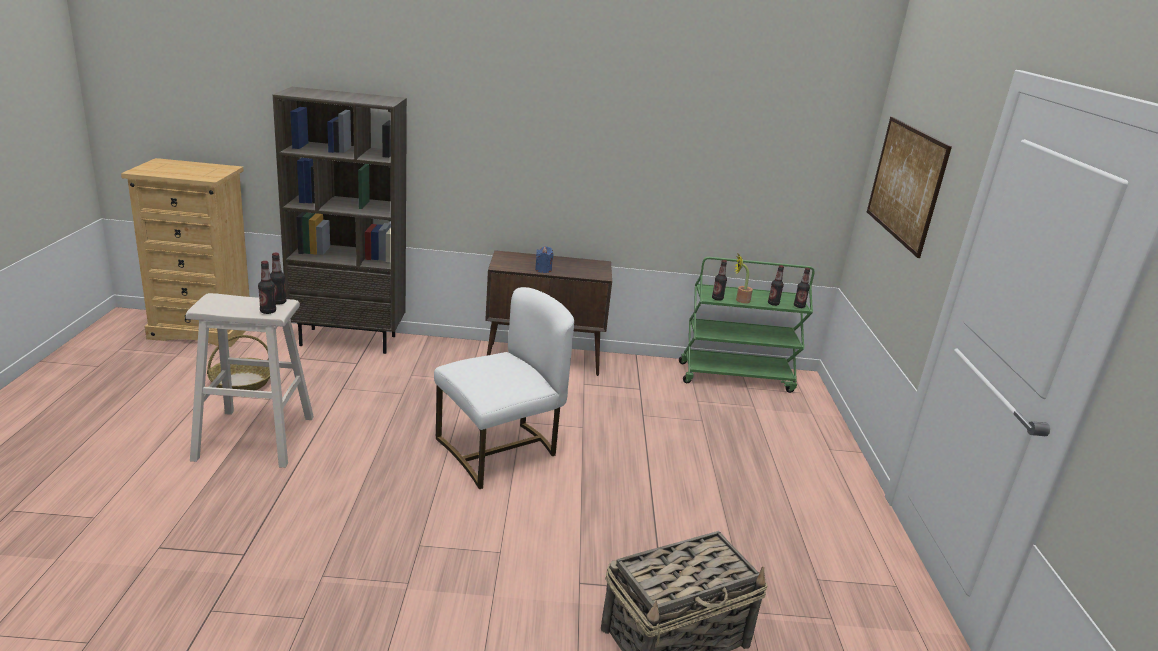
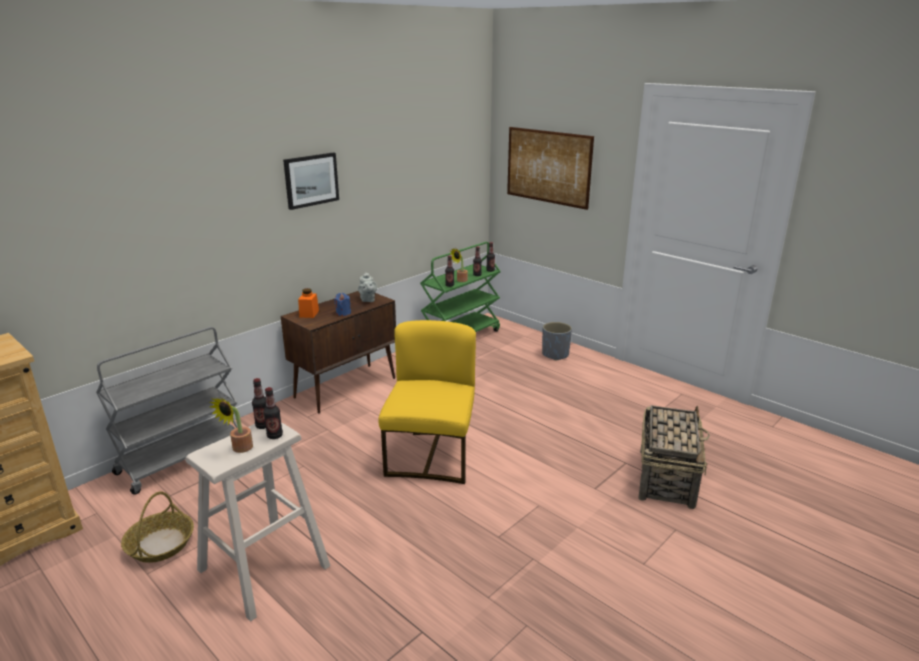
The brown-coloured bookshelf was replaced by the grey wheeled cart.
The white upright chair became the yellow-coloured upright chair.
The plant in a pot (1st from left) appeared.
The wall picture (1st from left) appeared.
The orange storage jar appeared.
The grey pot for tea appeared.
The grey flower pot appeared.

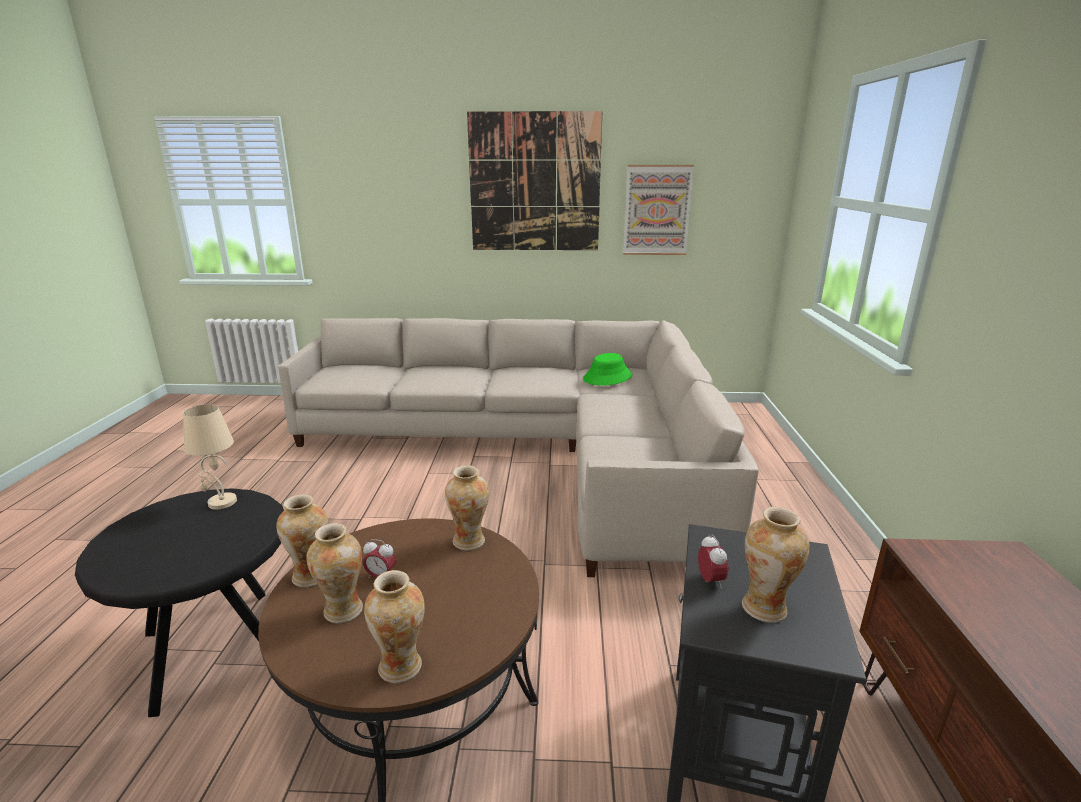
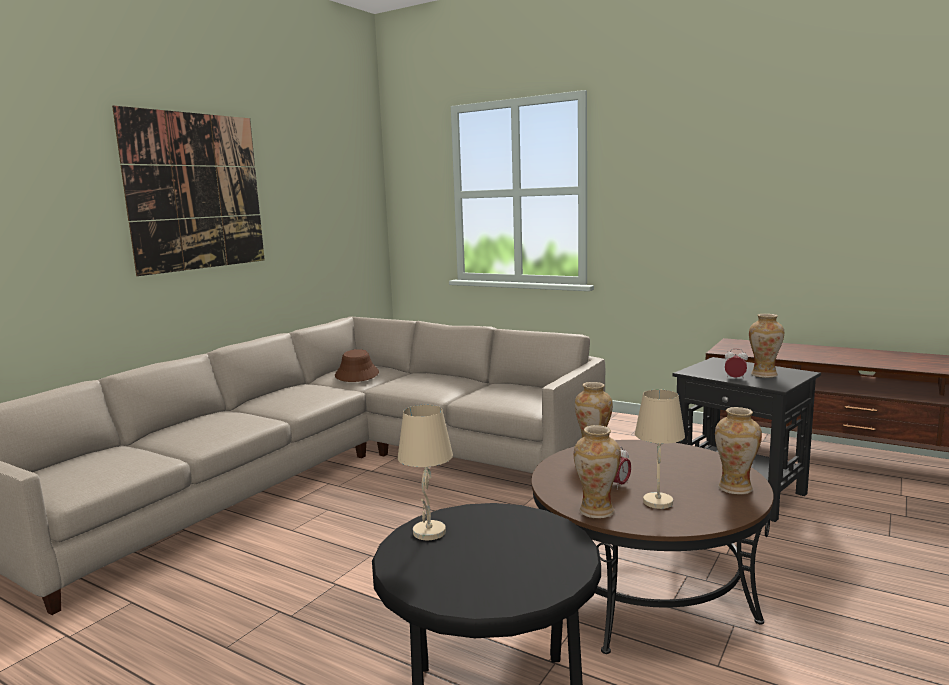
The decorative vase (2nd from left) was replaced by the beige tabletop lamp (2nd from left).
The greenish wearable hat became the brown-coloured wearable hat.
The wall picture (2nd from left) disappeared.

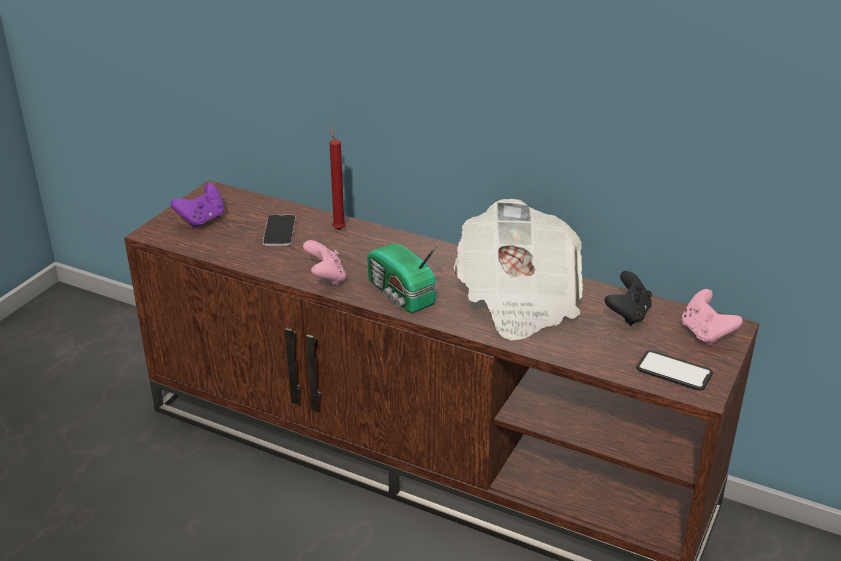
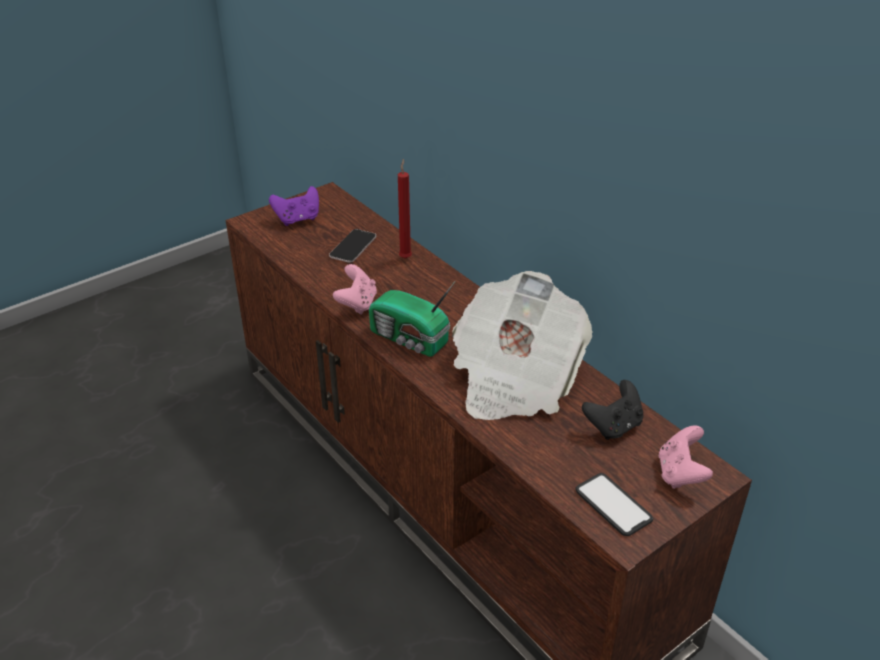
The radio set turned 45 degrees counterclockwise.

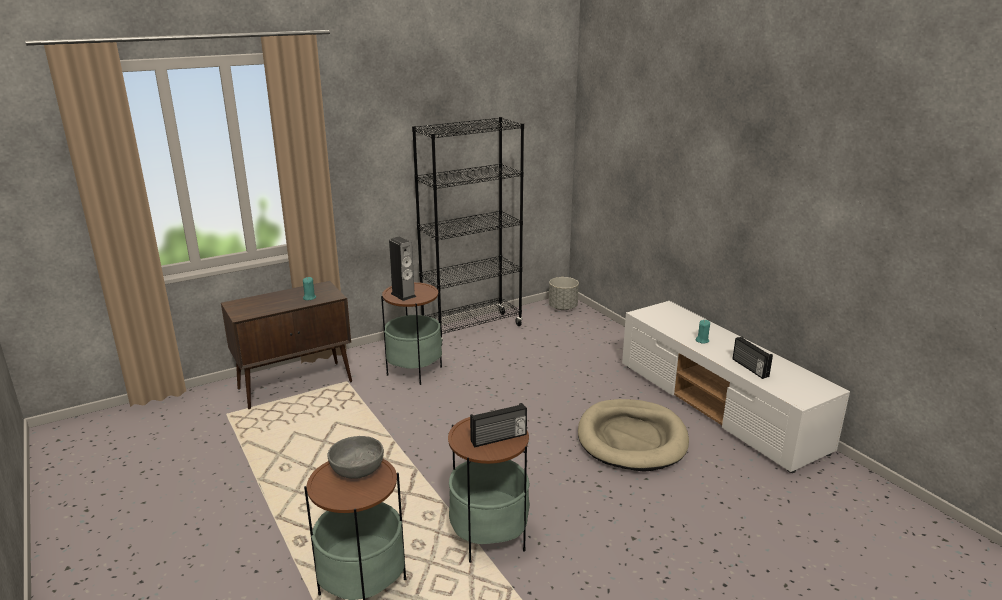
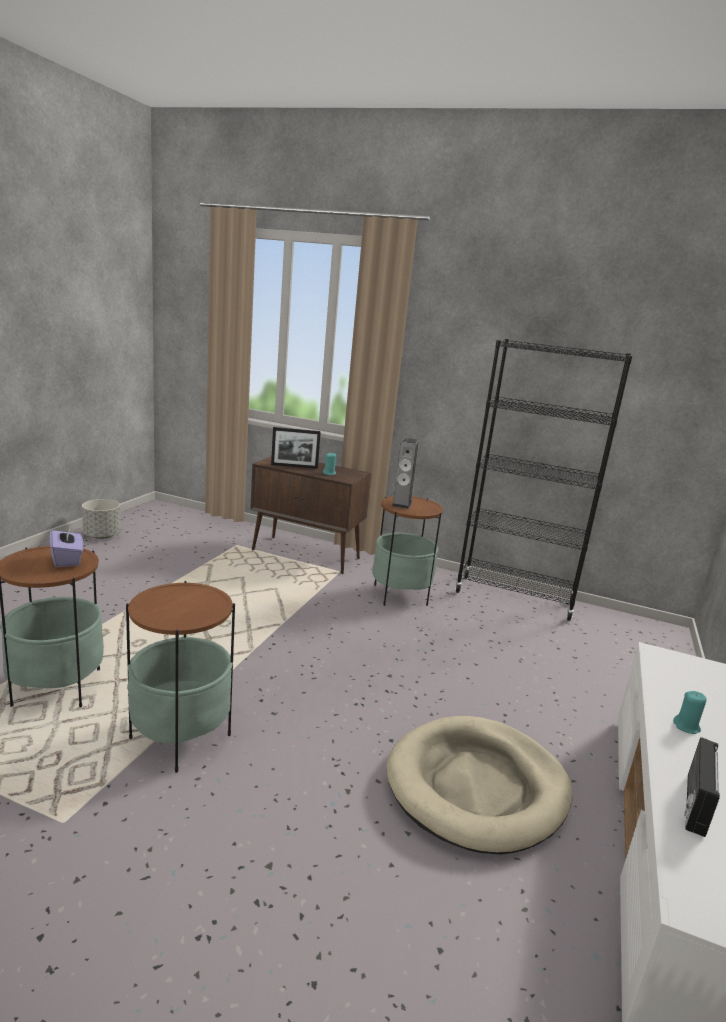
The grey deep dish was replaced by the purple-coloured tissue box.
The radio set (1st from left) disappeared.
The grey flower pot moved.
The picture frame appeared.

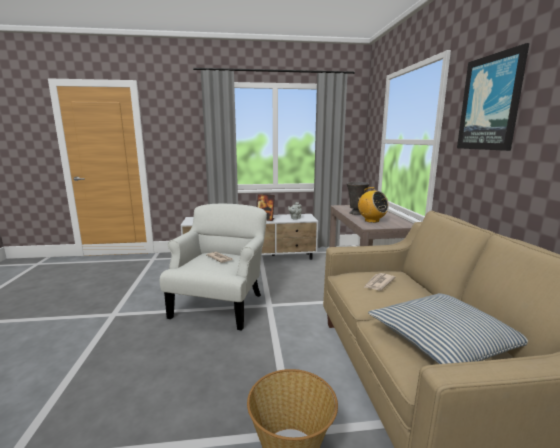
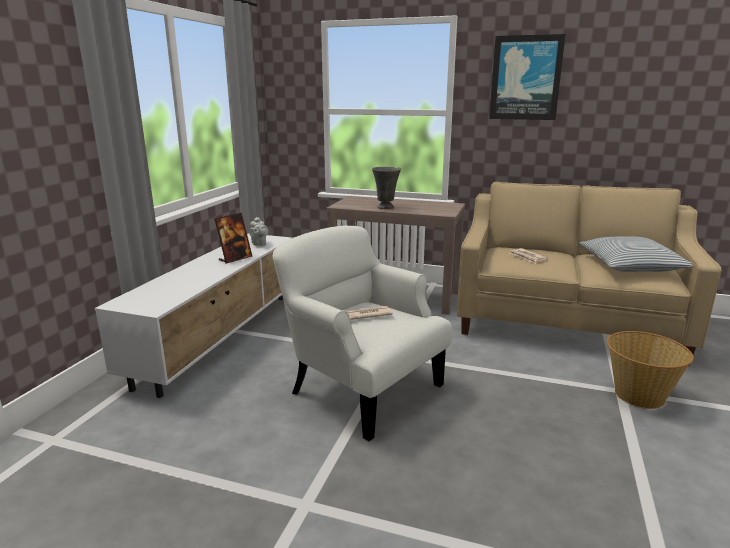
The radio set disappeared.

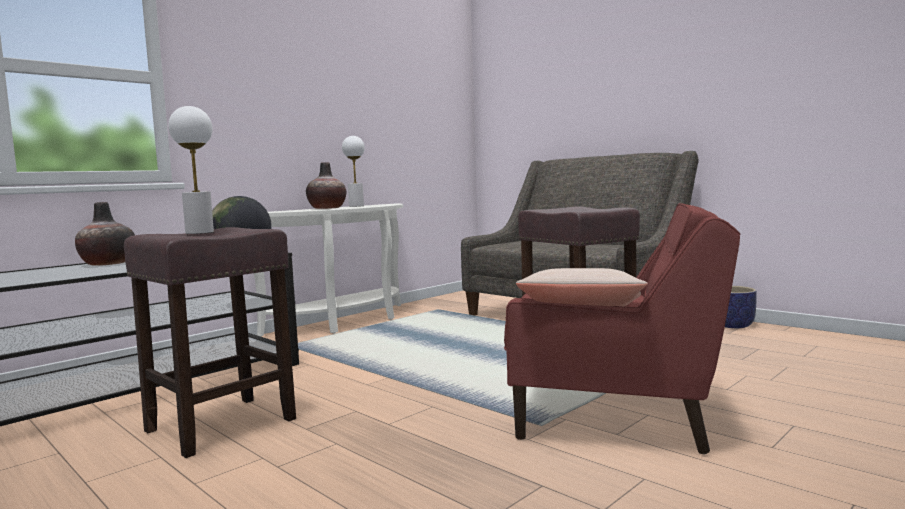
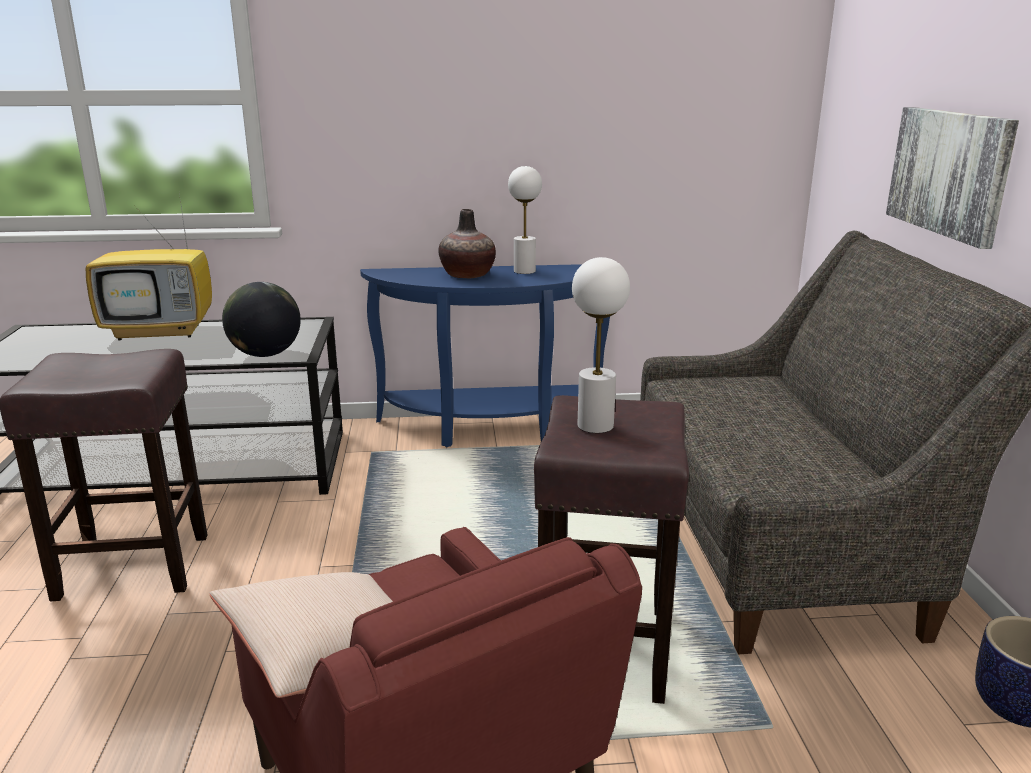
The decorative vase (1st from left) was replaced by the TV.
The white tabletop lamp (1st from left in the first image) moved.
The white console table became the blue-coloured console table.
The wall picture appeared.

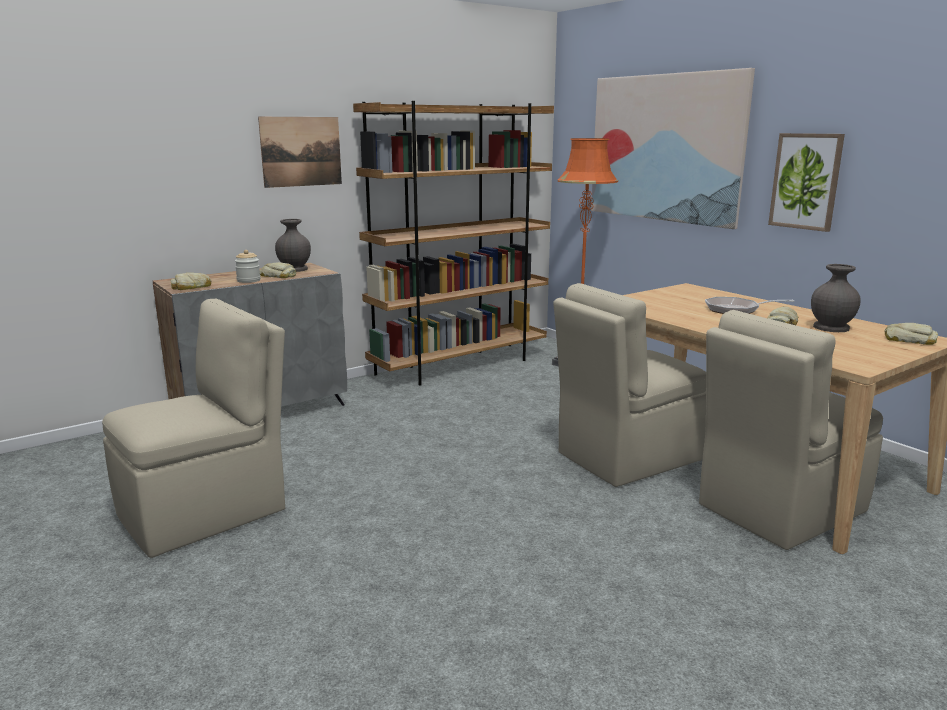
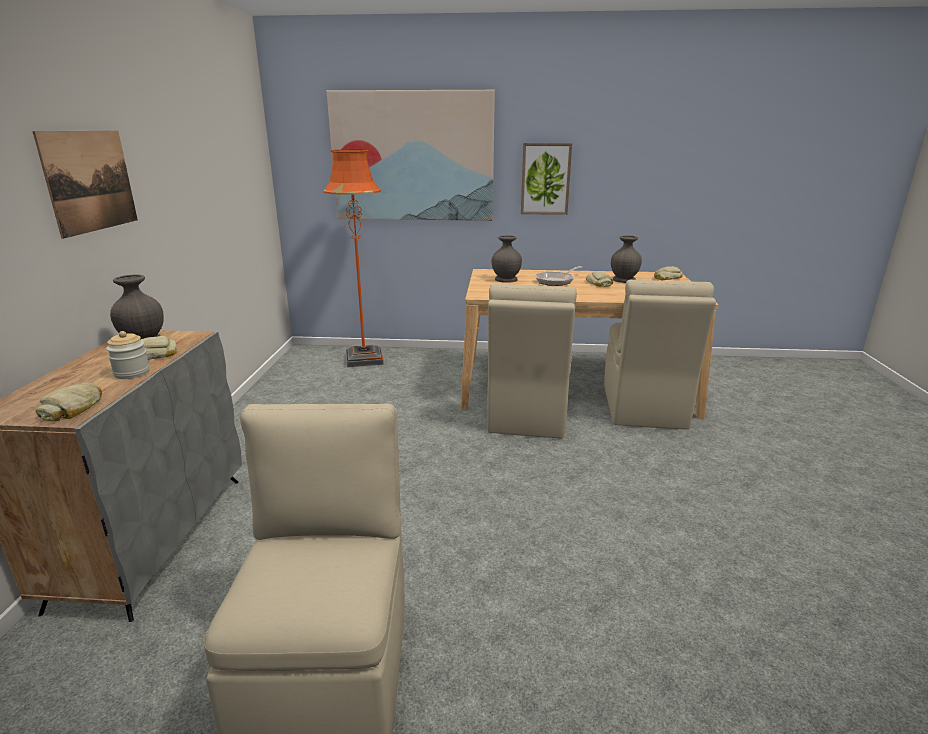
The brown-coloured bookshelf disappeared.
The grey decorative vase (2nd from left) appeared.

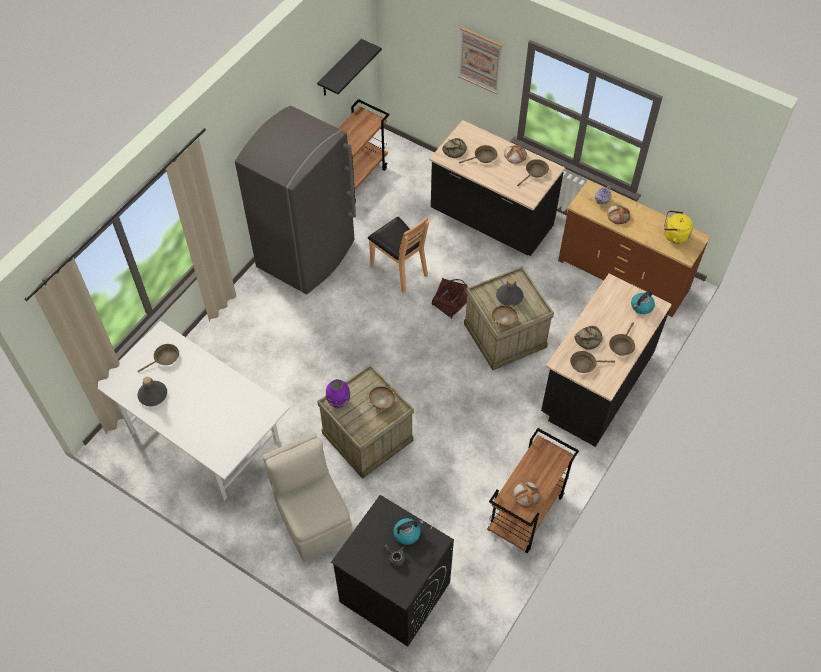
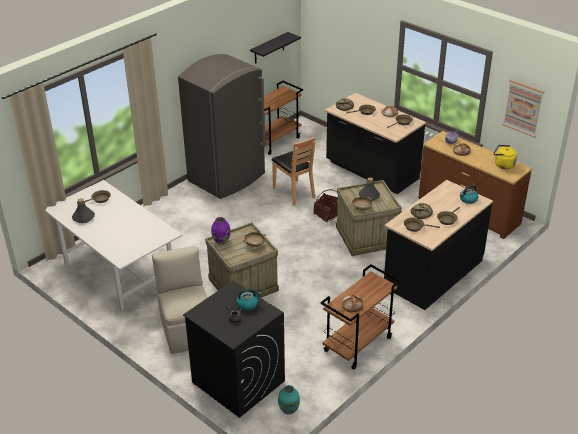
The wall picture moved.
The turquoise-coloured decorative vase appeared.

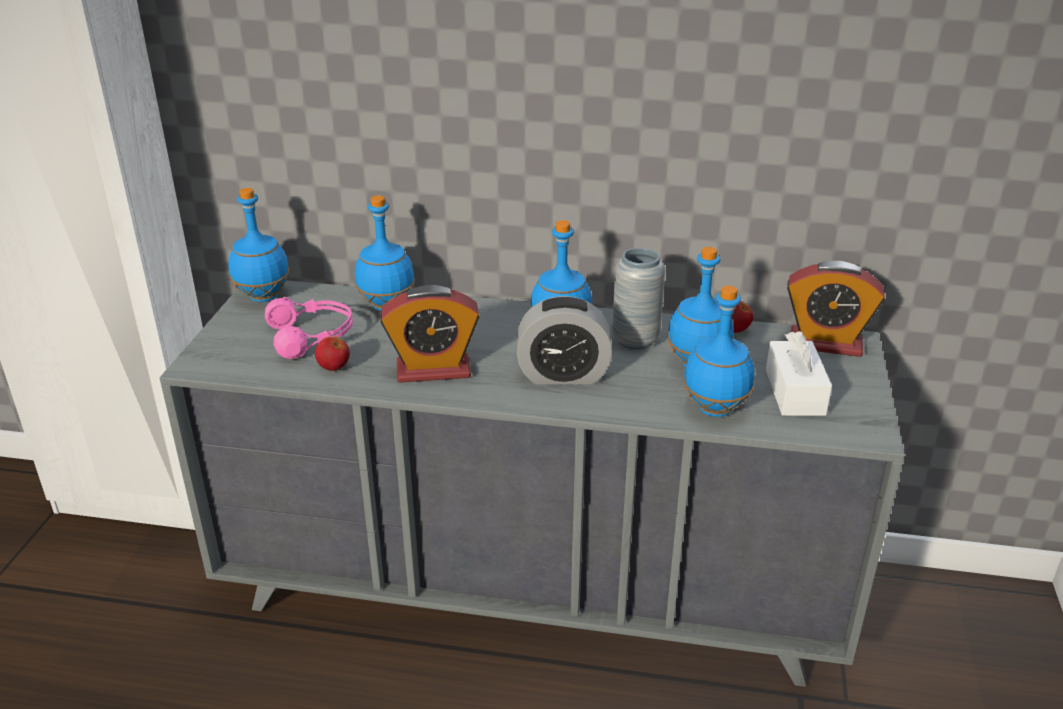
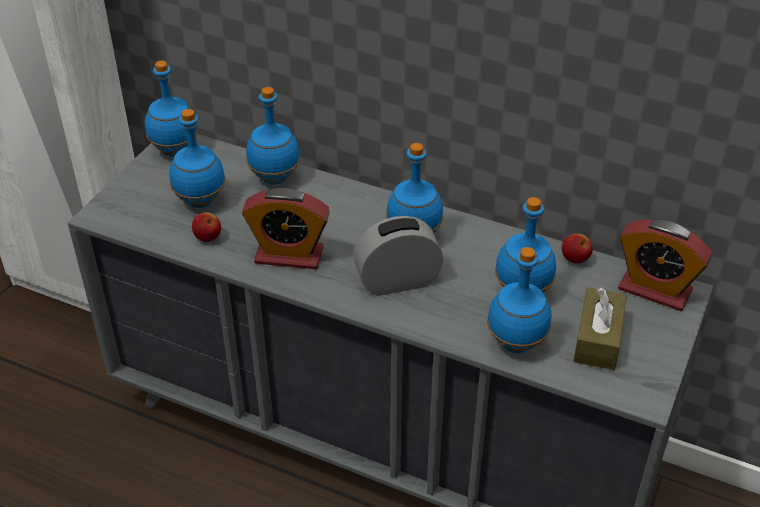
The pink headphones was replaced by the blue-coloured bottle (2nd from left).
The alarm clock (2nd from left) turned 150 degrees clockwise.
The grey decorative vase disappeared.
The white tissue box became the brown-coloured tissue box.

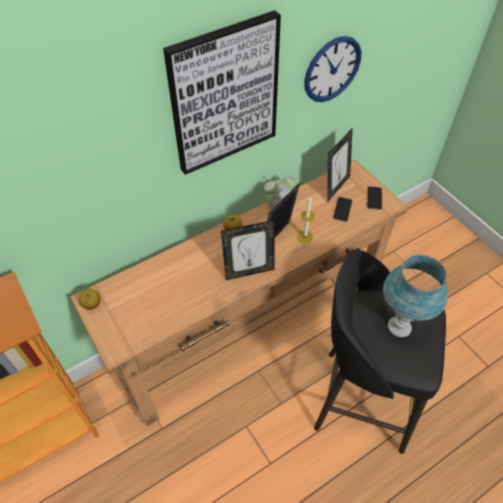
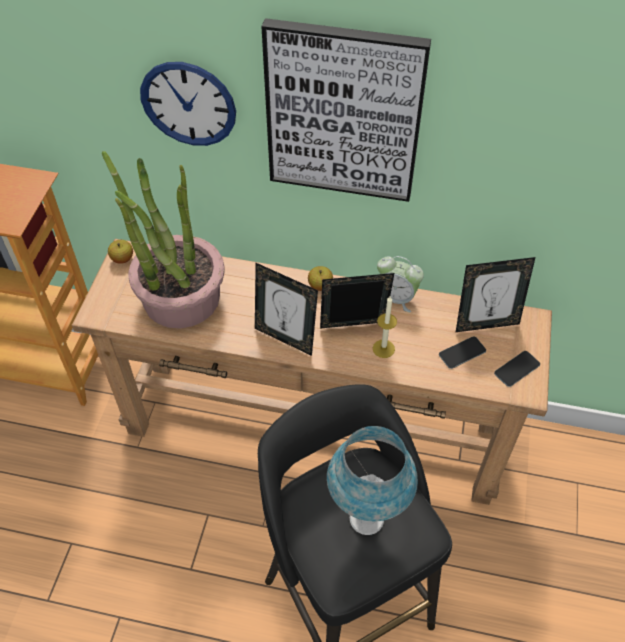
The clock on the wall moved.
The plant in a pot appeared.

